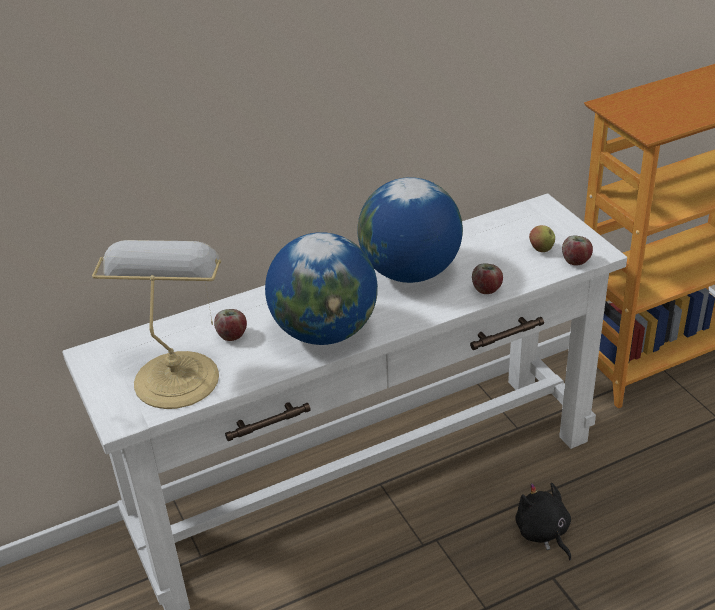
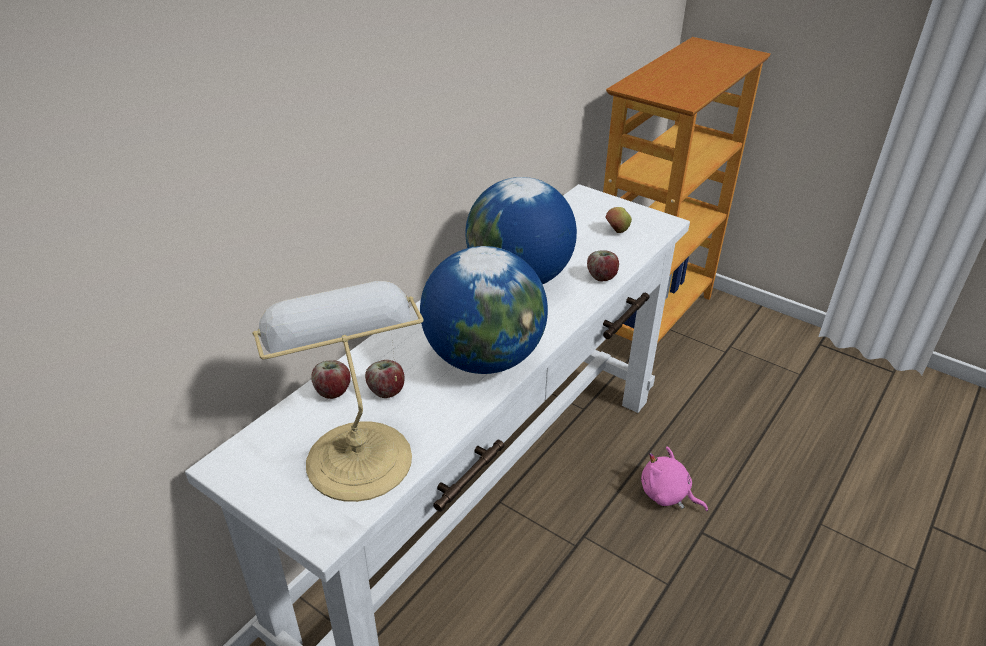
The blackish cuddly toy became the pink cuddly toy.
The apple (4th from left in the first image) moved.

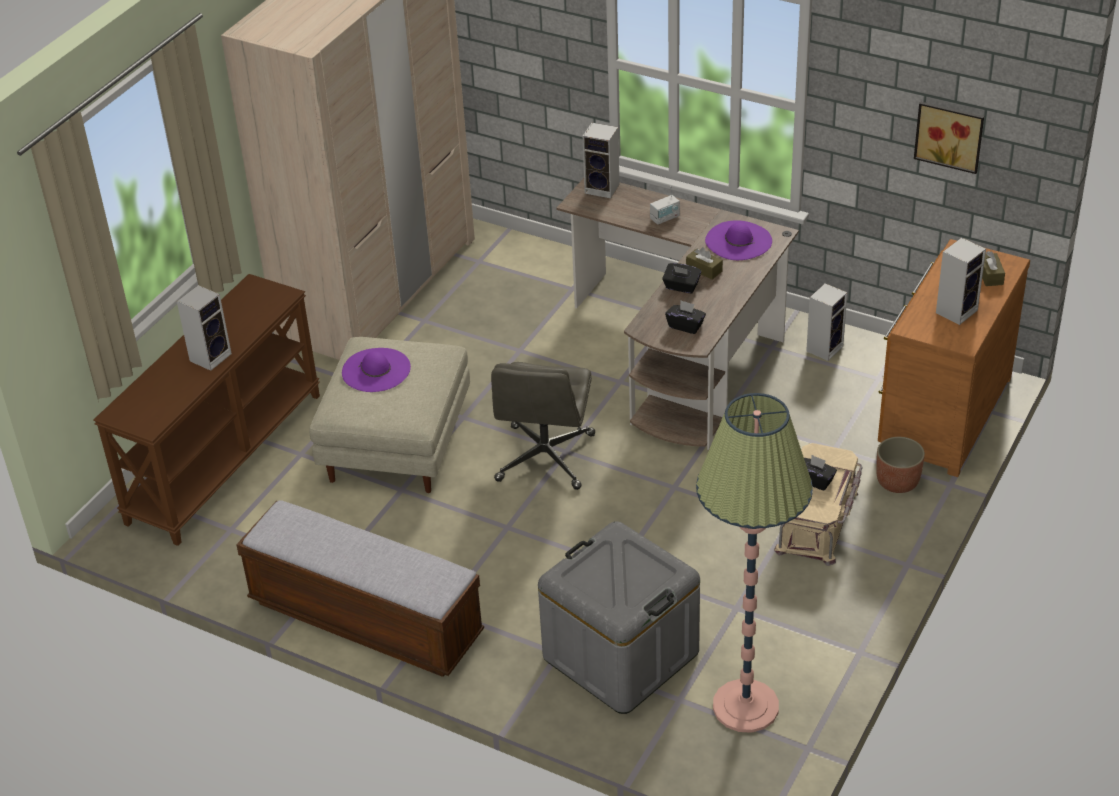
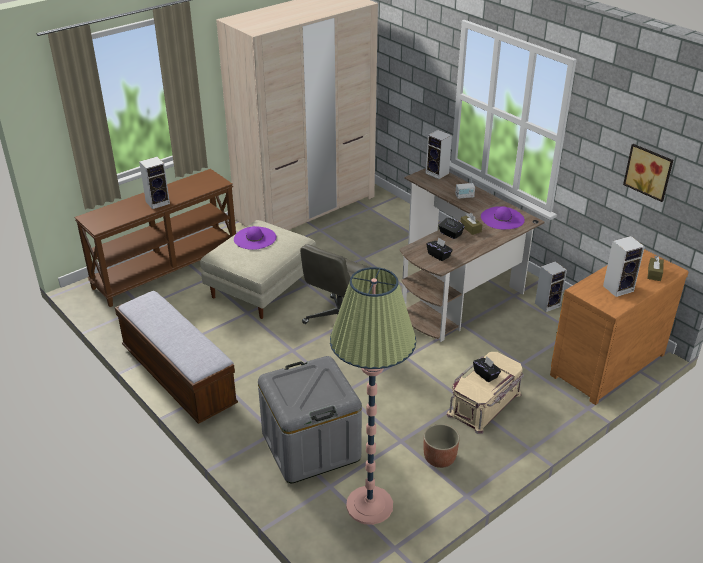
The flower pot moved.

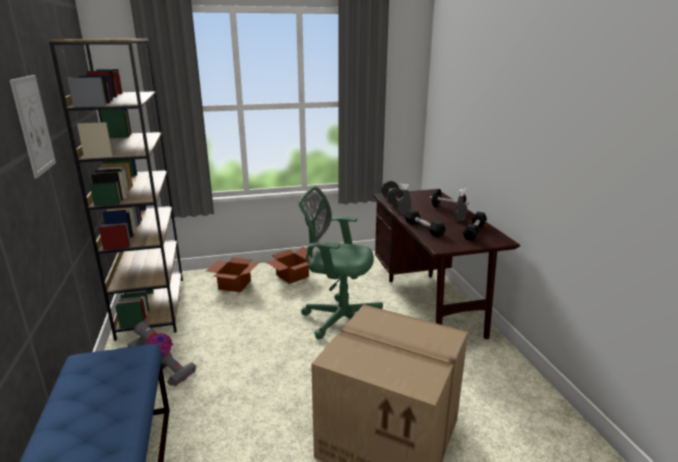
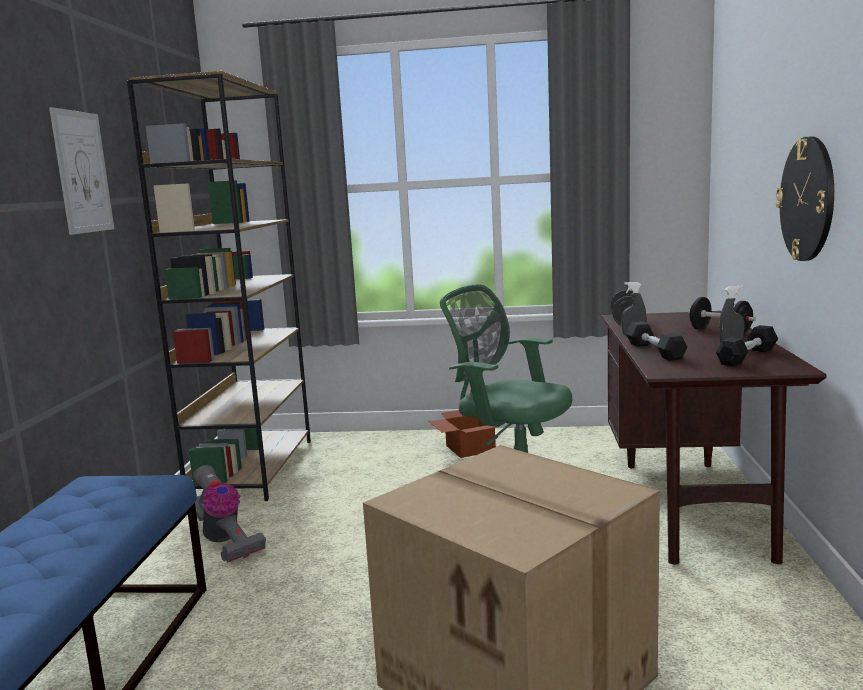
The cardboard box (1st from left) disappeared.
The clock on the wall appeared.

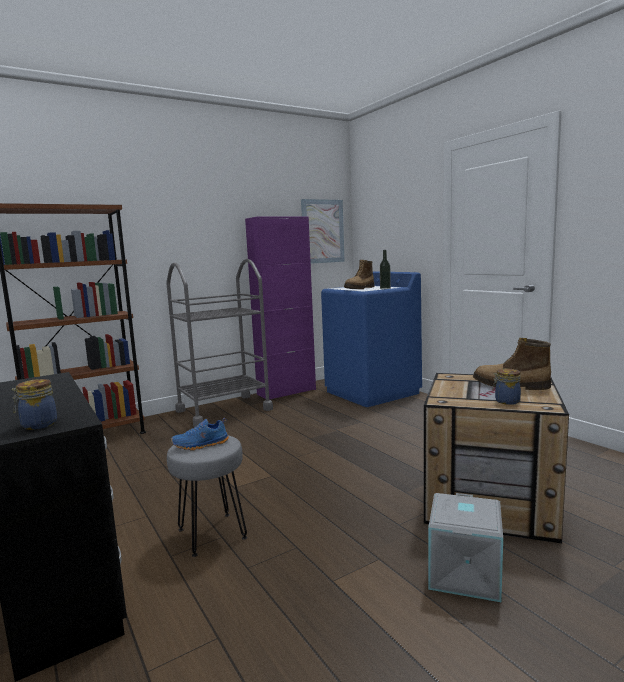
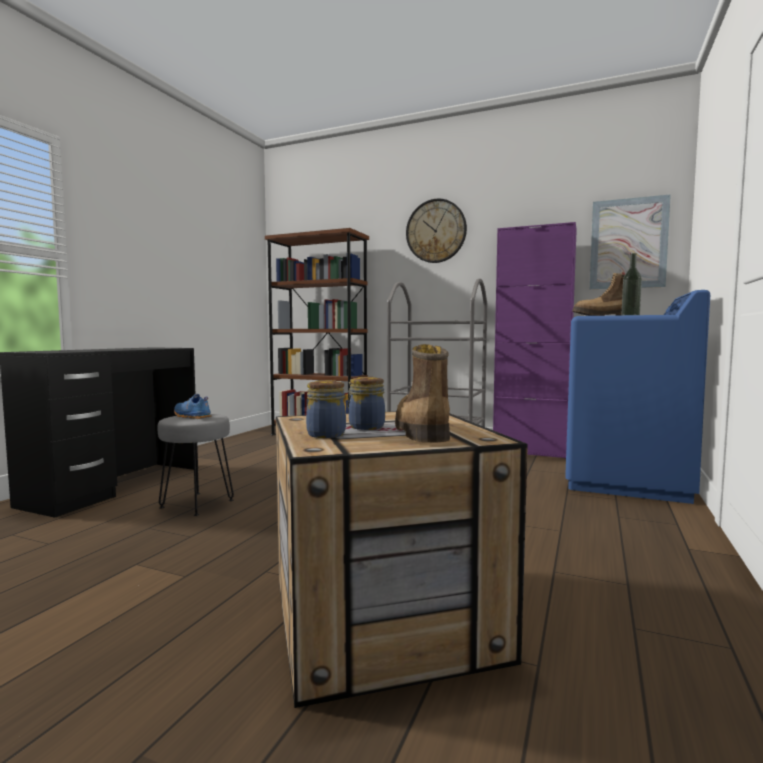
The storage jar (1st from left in the first image) moved.
The grey storage bin disappeared.
The clock on the wall appeared.

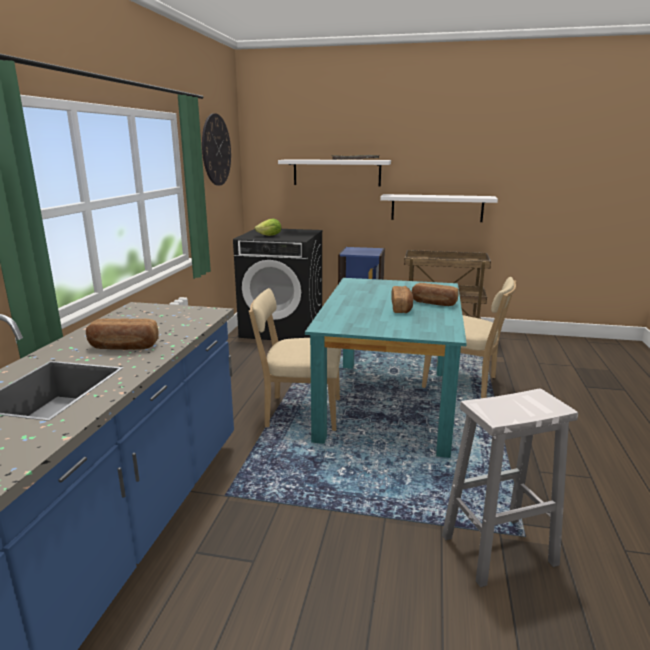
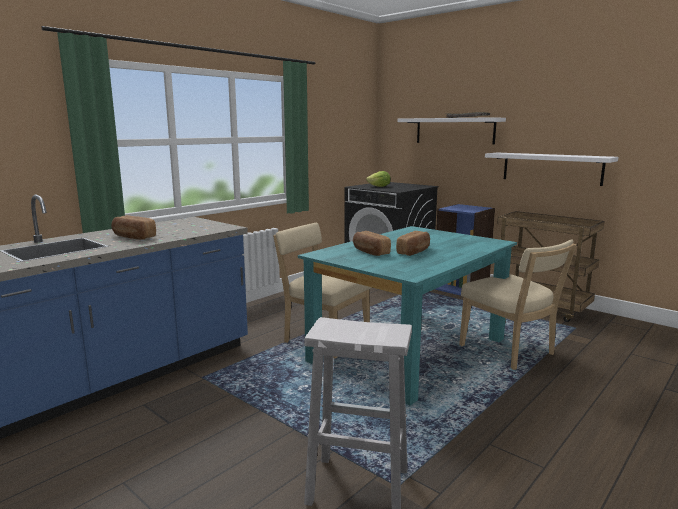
The clock on the wall disappeared.
The bread (3rd from left in the first image) moved.

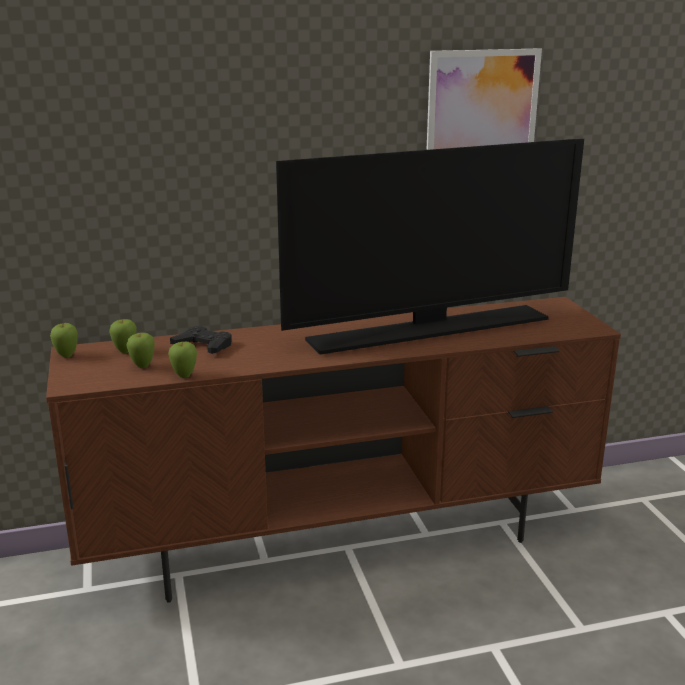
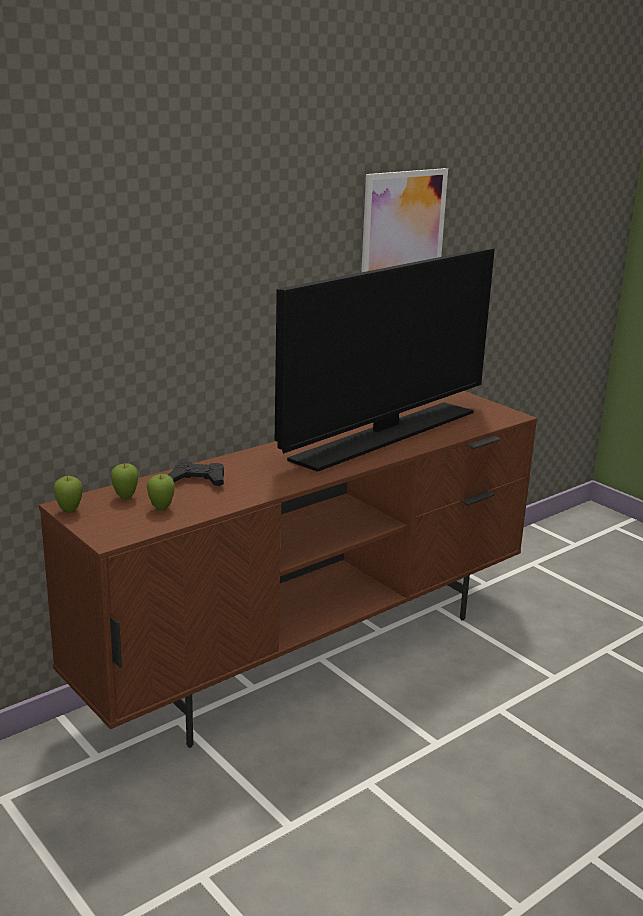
The apple (4th from left) disappeared.

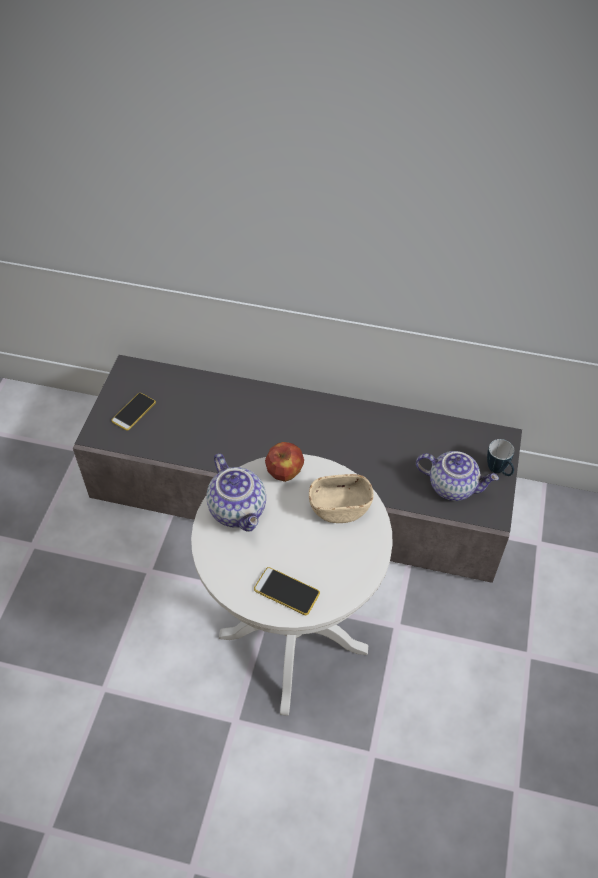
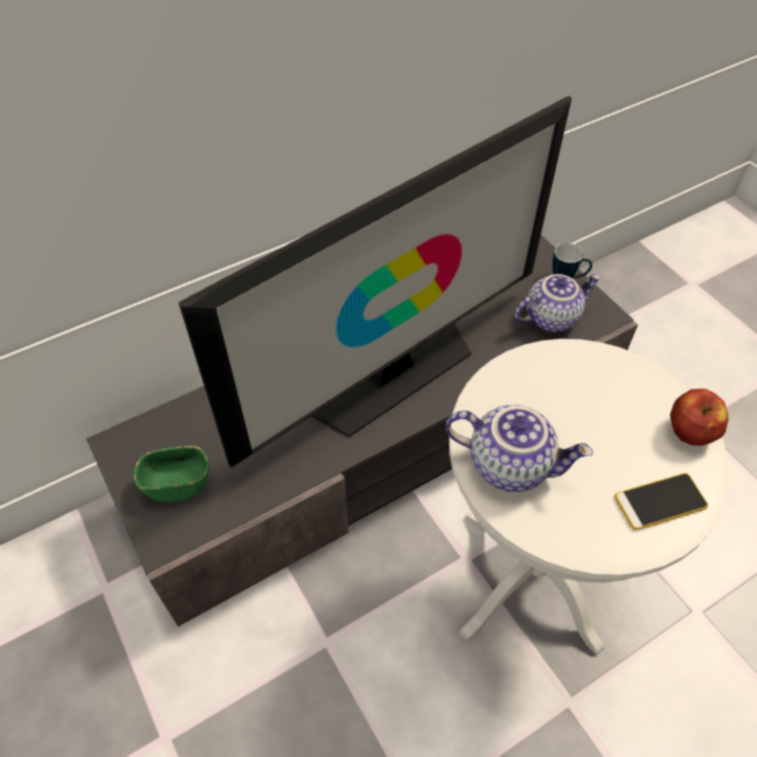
The phone (1st from left) was replaced by the greenish deep dish.
The apple moved.
The beige deep dish disappeared.
The TV appeared.

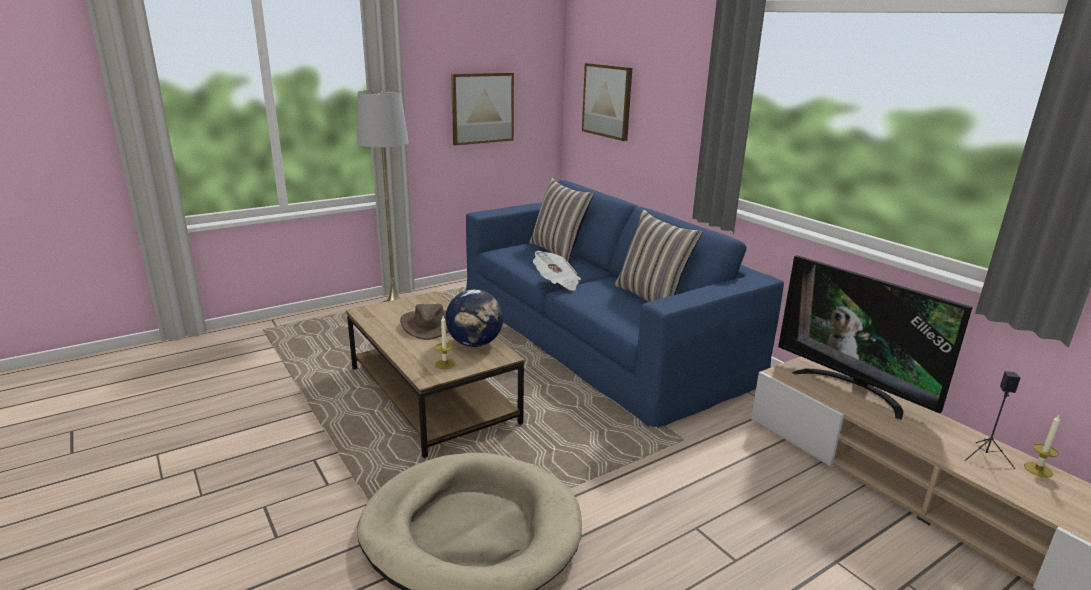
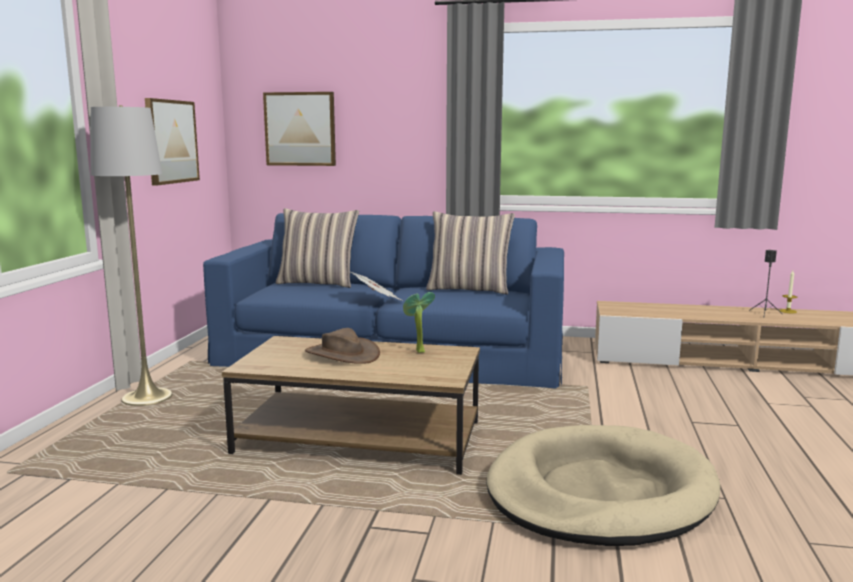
The wax candle (1st from left) disappeared.
The desk globe was replaced by the plant in a pot.
The TV disappeared.

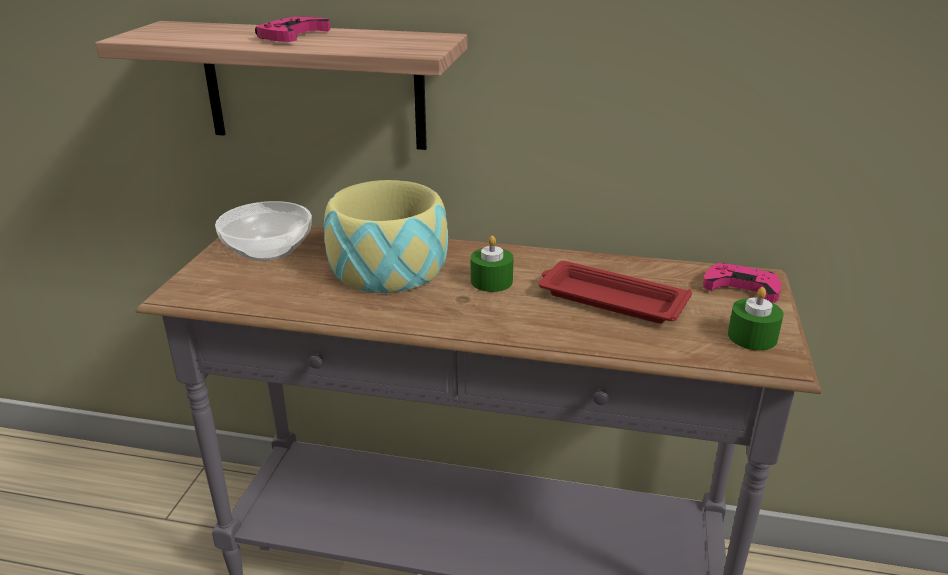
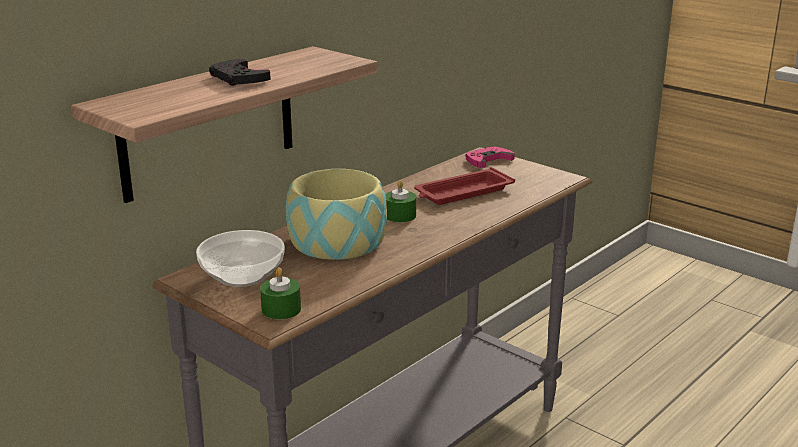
The pink gamepad (1st from left) became the blackish gamepad.
The greenish wax candle (2nd from left in the first image) moved.

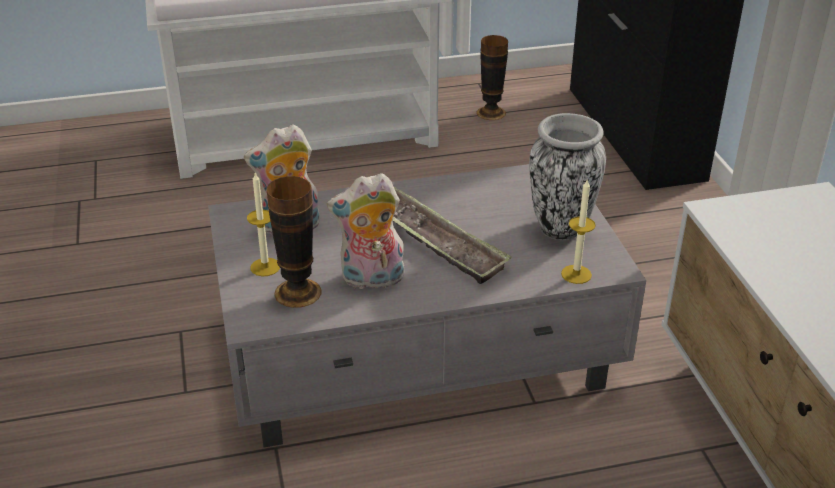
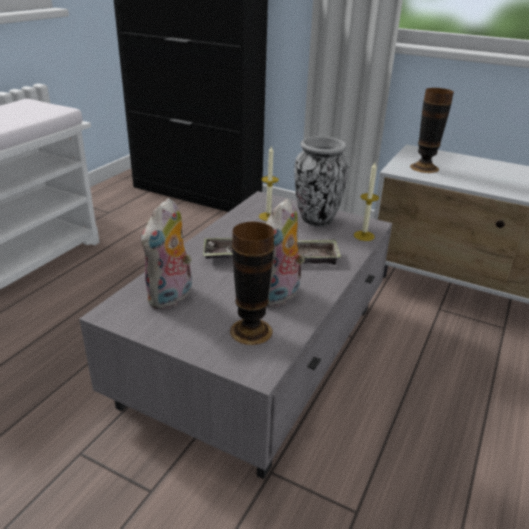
The wax candle (1st from left) moved.
The decorative vase (2nd from left in the first image) moved.

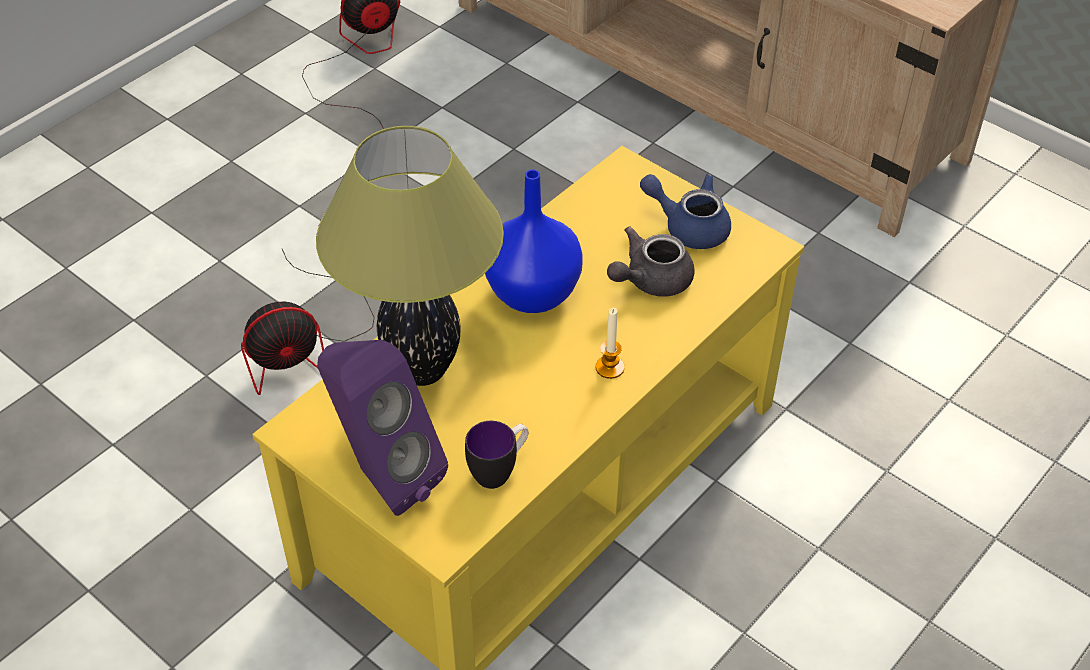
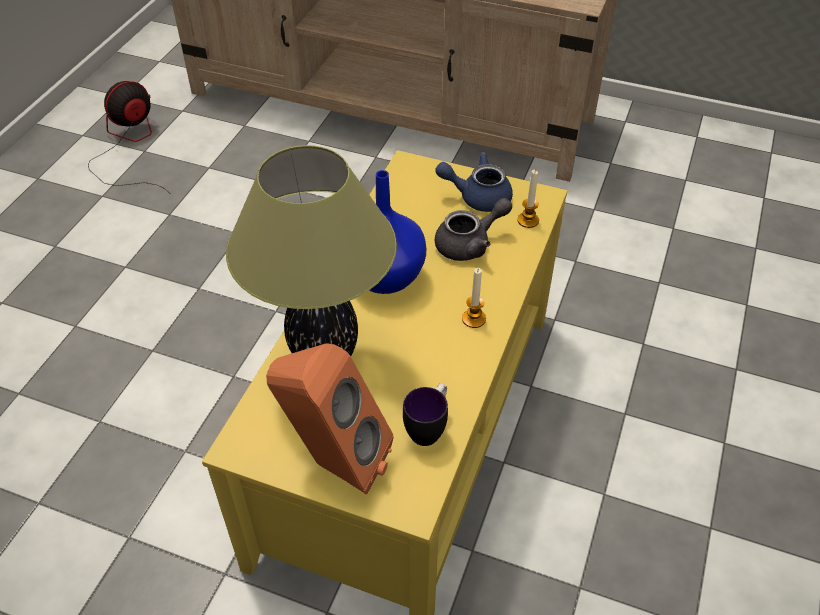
The fan (1st from left) disappeared.
The purple-coloured speaker became the orange speaker.
The grey pot for tea turned 150 degrees counterclockwise.
The wax candle (2nd from left) appeared.

